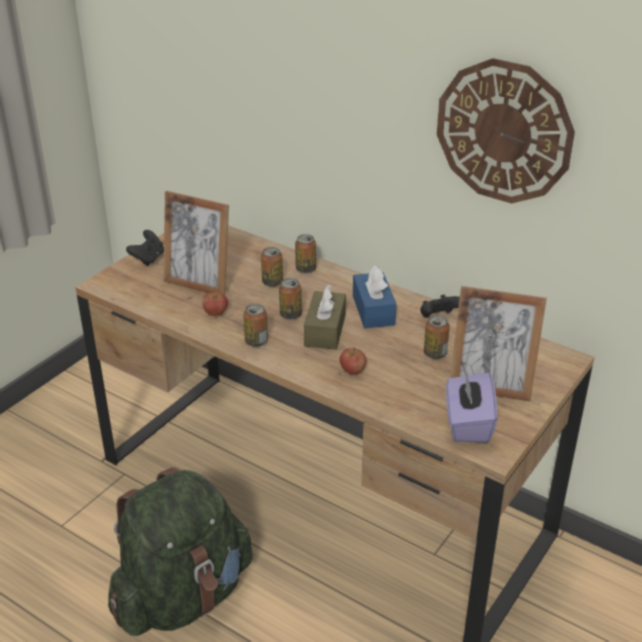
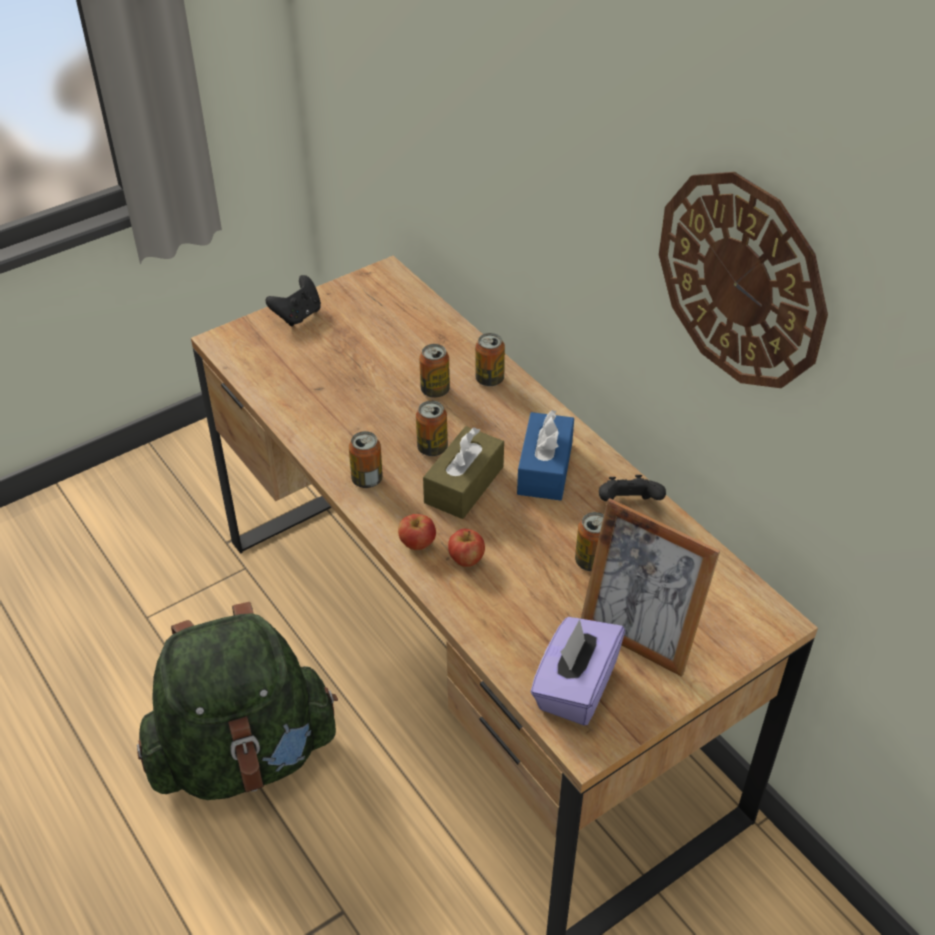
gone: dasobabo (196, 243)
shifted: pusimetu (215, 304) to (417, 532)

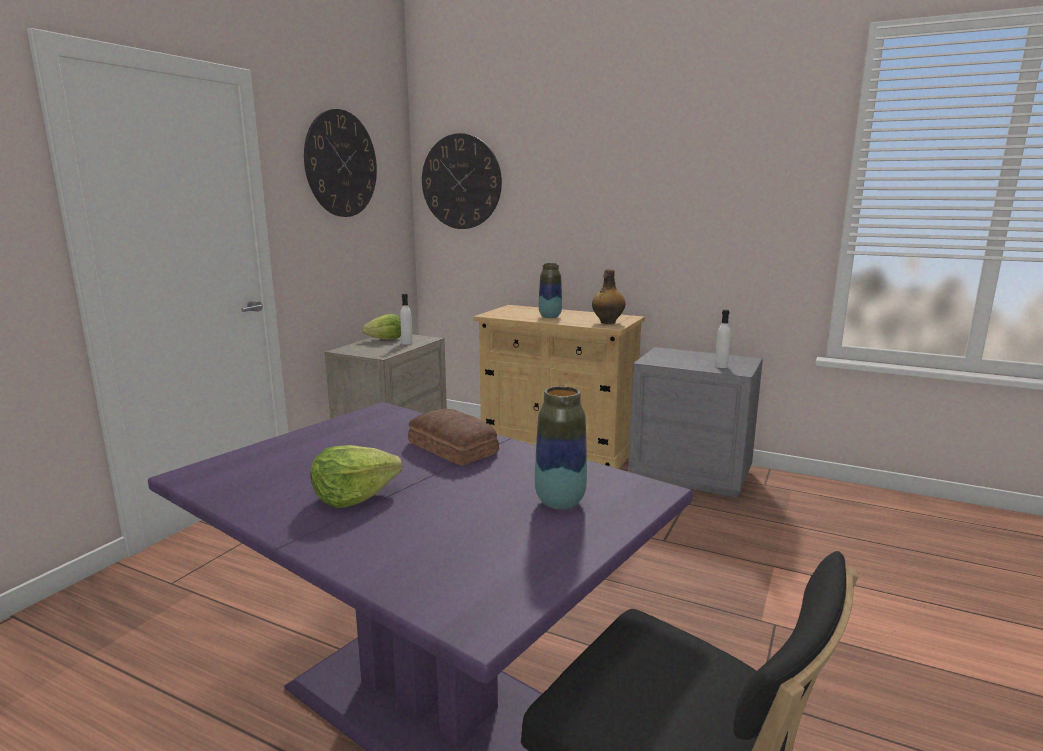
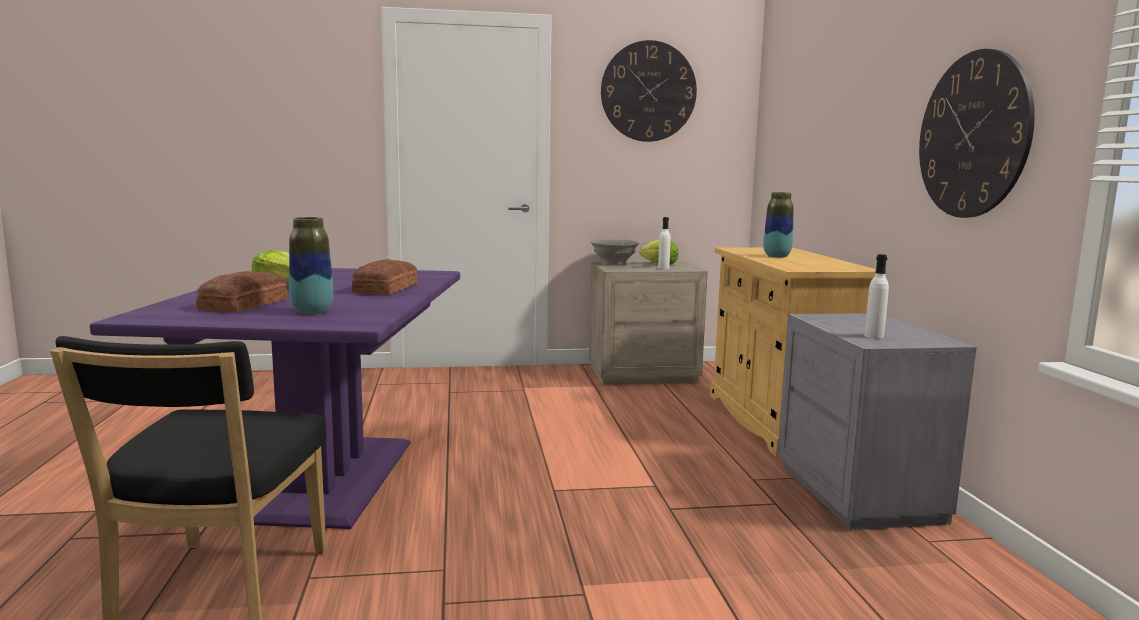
gone: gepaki (608, 296)
new: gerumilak (242, 291); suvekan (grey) (614, 252)
shifted: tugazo (462, 181) to (977, 133)

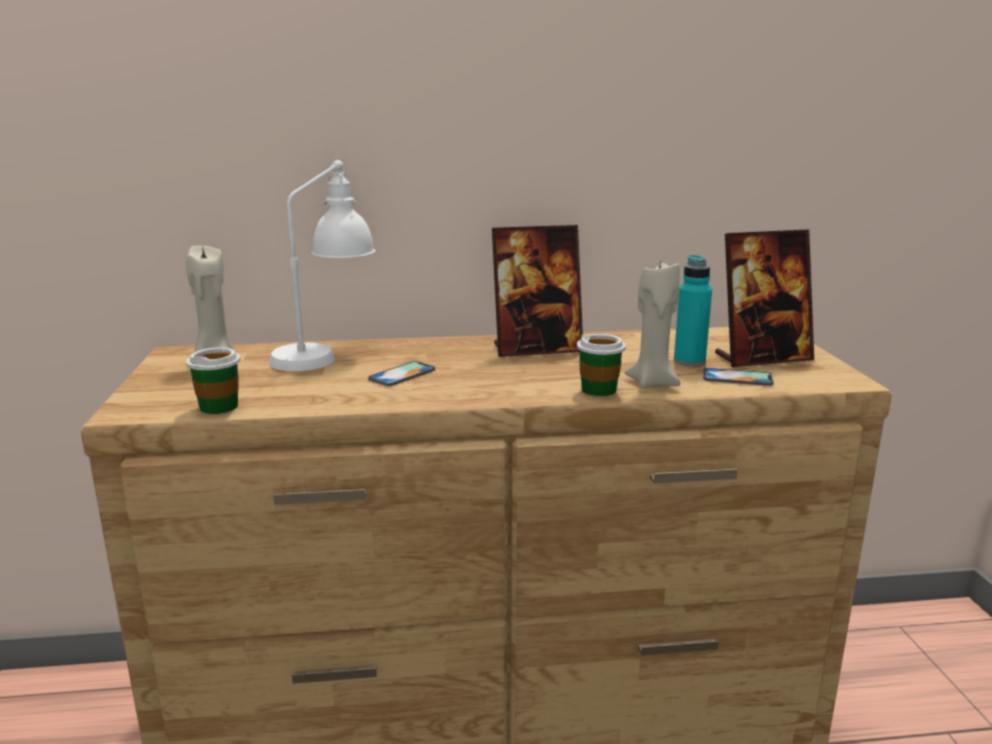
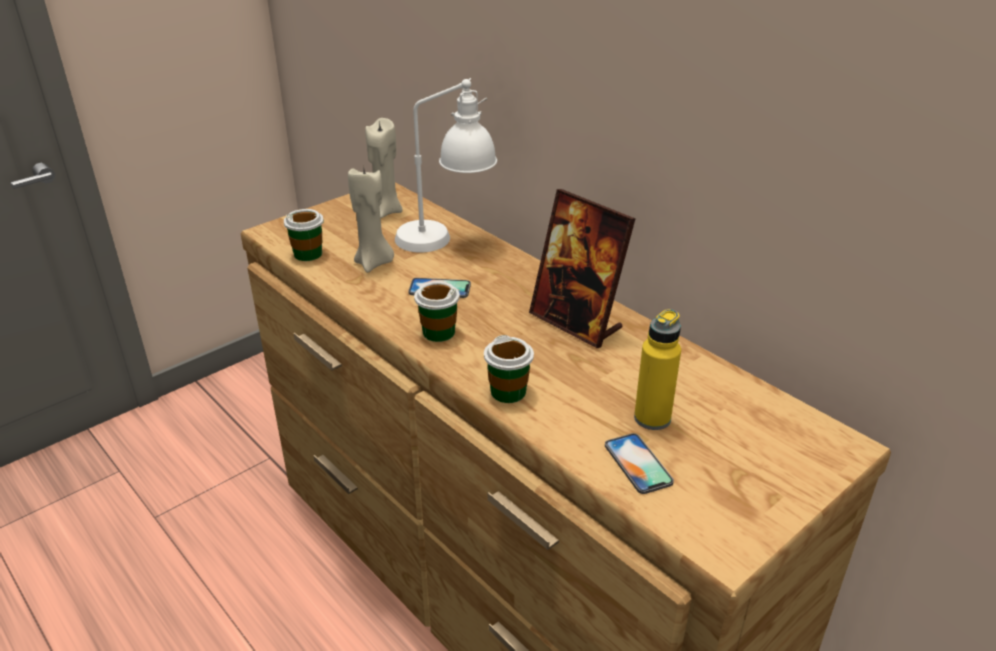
gone: dasobabo (764, 298)
new: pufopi (437, 311)
shifted: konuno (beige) (652, 322) to (371, 220)
repainted: gepaki (turquoise) (693, 310) to gepaki (yellow) (657, 369)

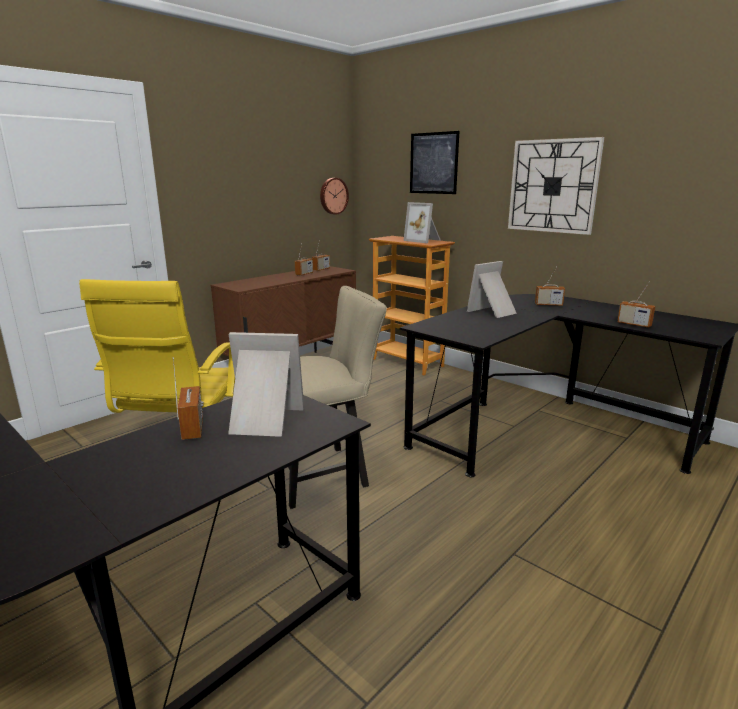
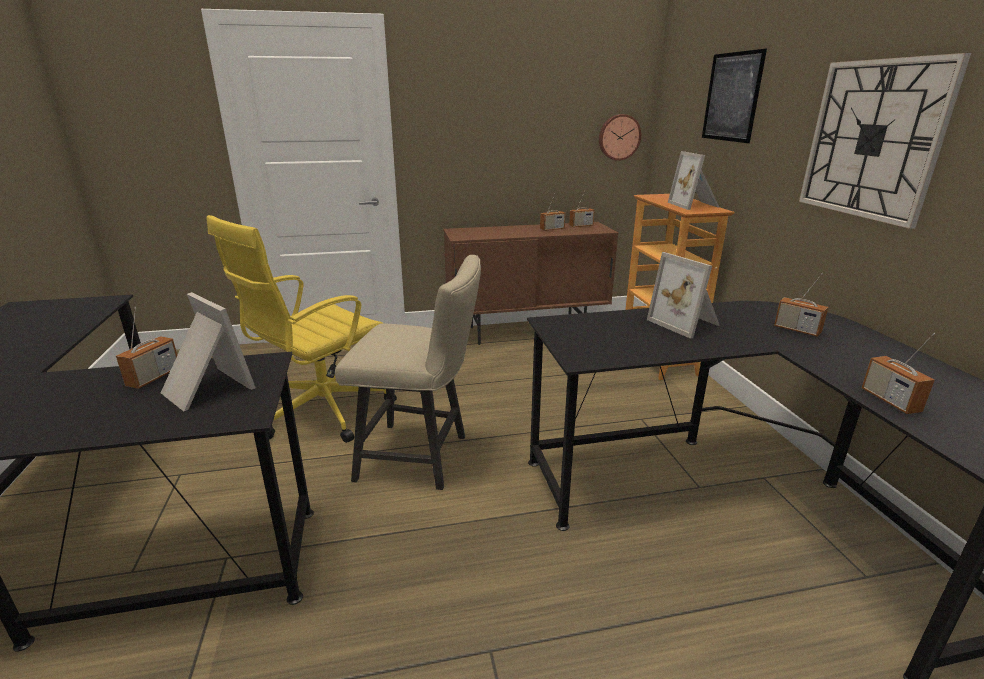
rotated: dasobabo (492, 289) = (683, 295) 120 degrees counterclockwise

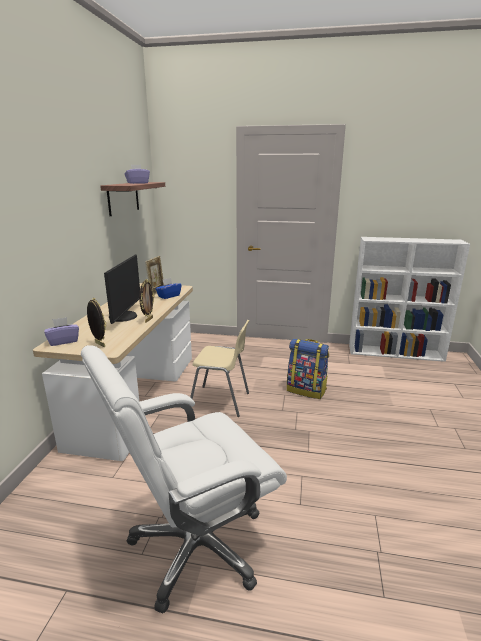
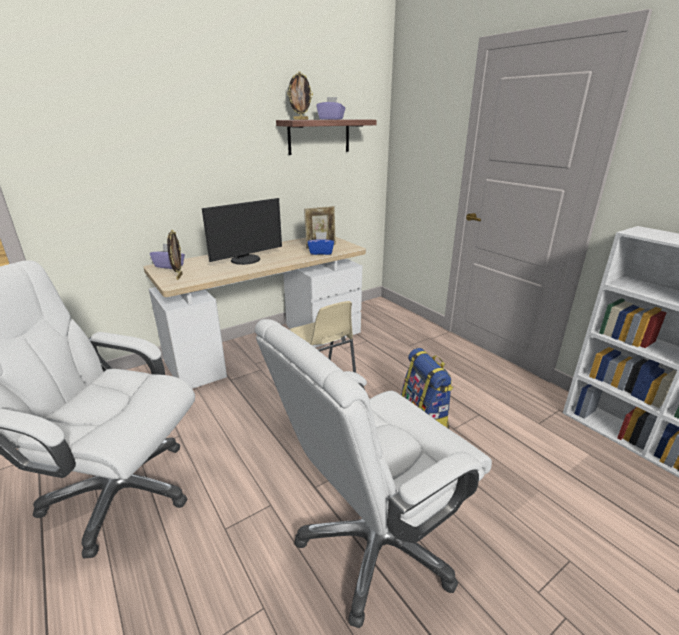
new: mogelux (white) (373, 473)
shifted: dasobabo (147, 301) to (300, 95)

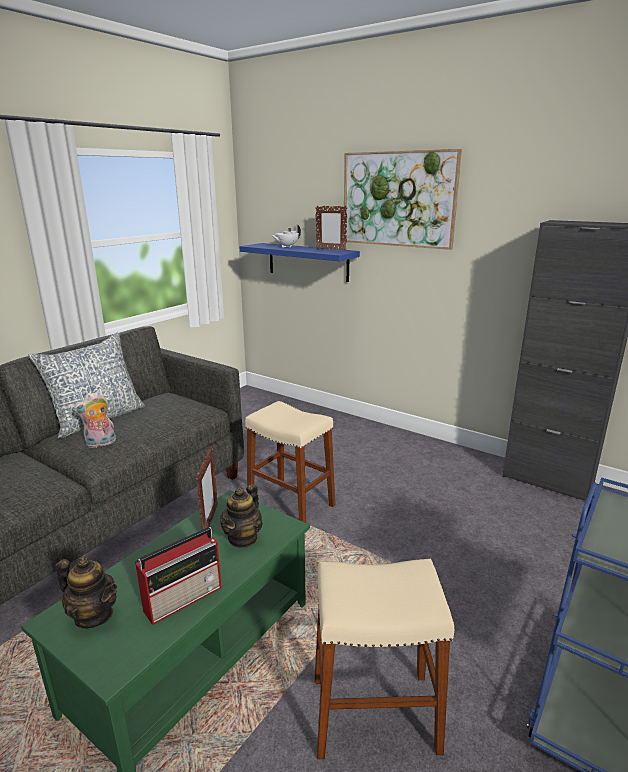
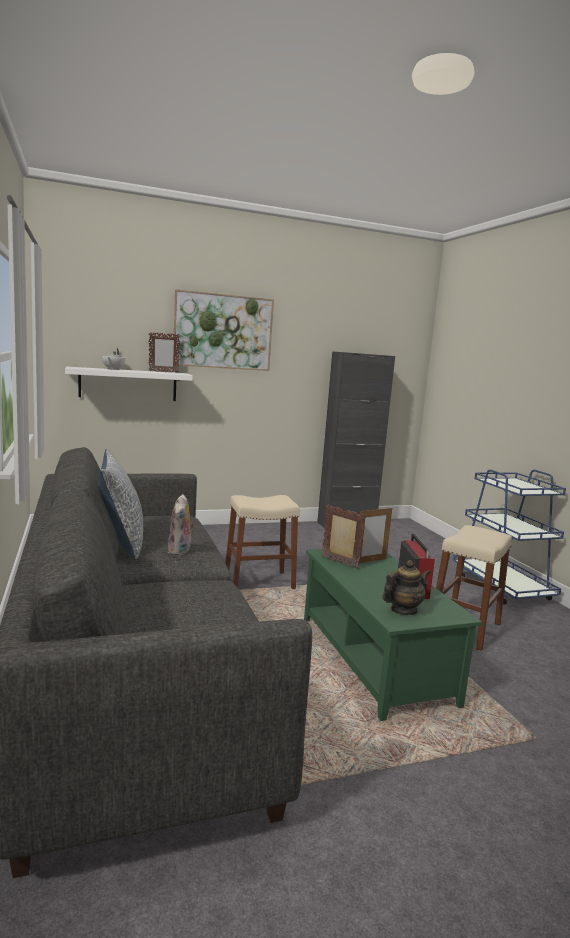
swapped: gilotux (241, 516) to dasobabo (374, 534)
repainted: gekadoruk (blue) (299, 262) to gekadoruk (white) (129, 384)

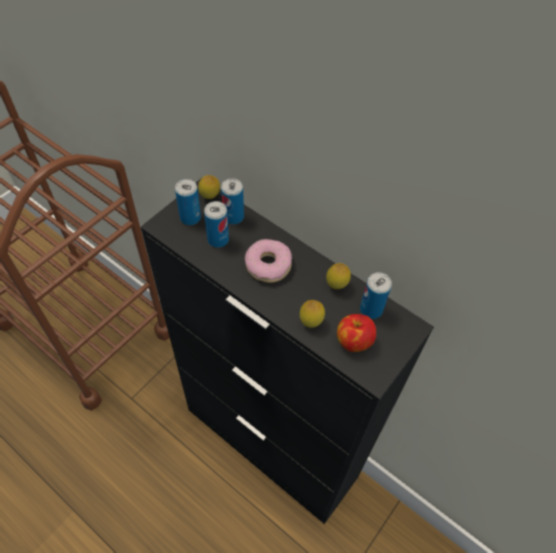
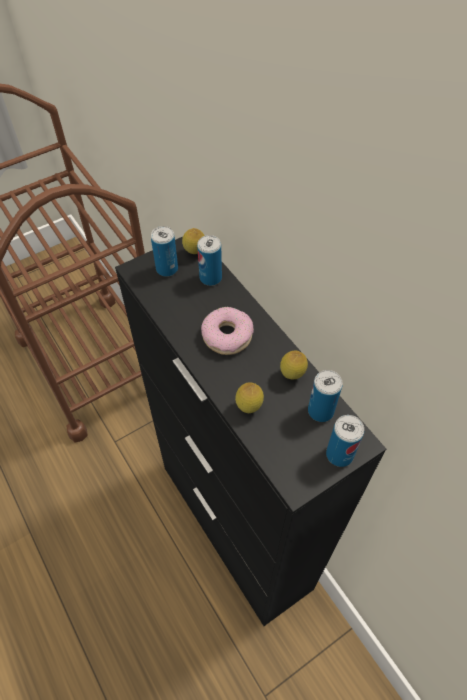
gone: pusimetu (356, 333)
shifted: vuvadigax (216, 224) to (345, 441)

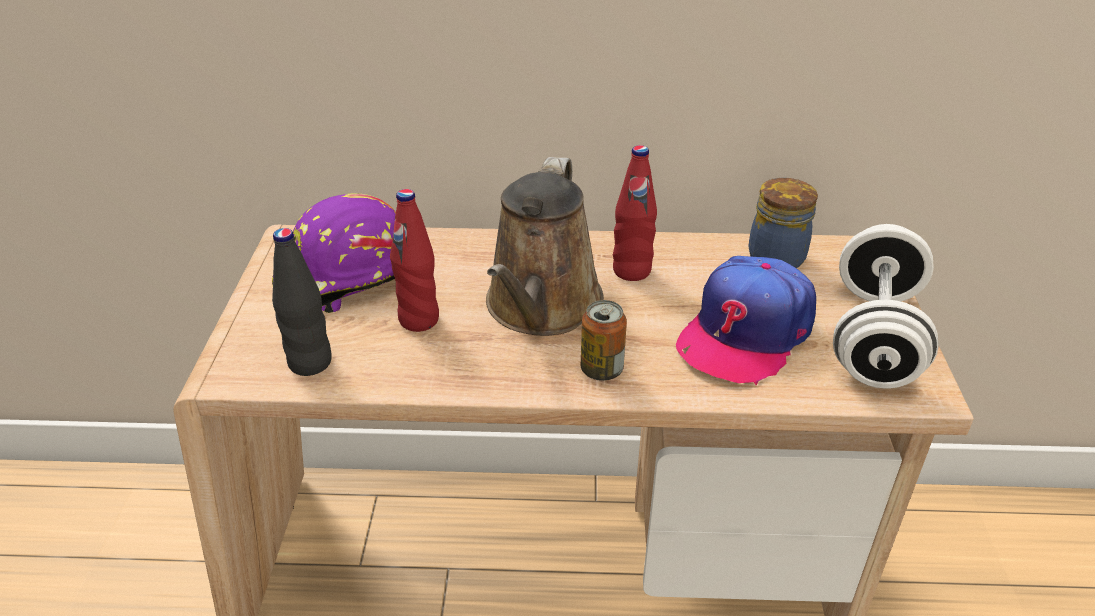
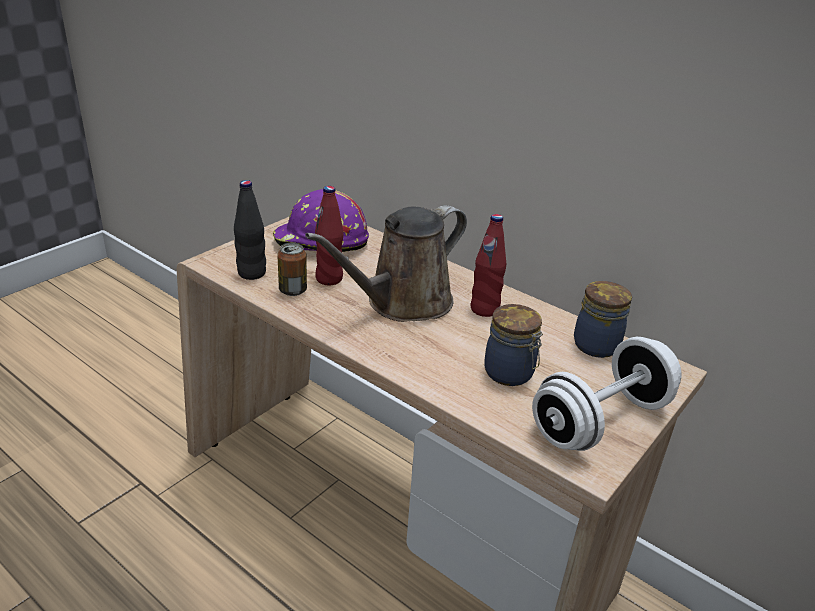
shifted: vuvadigax (604, 340) to (292, 269)
swapped: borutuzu (746, 320) to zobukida (513, 345)

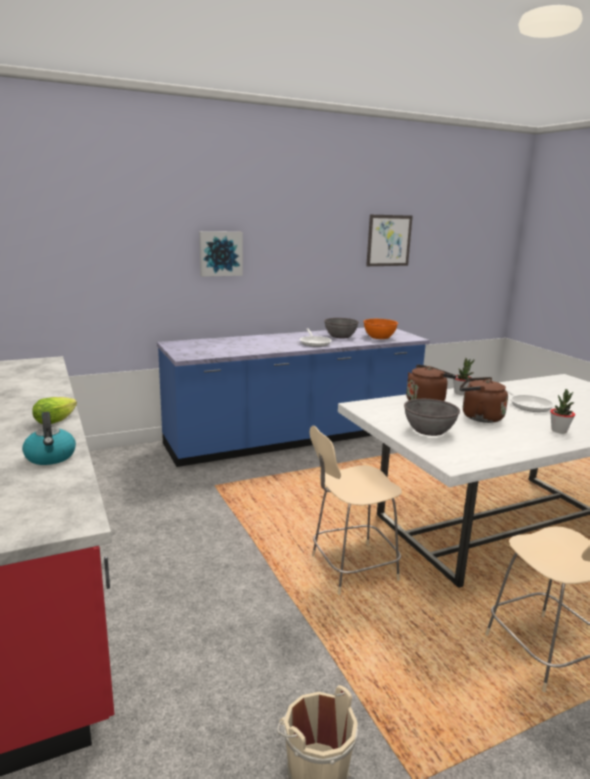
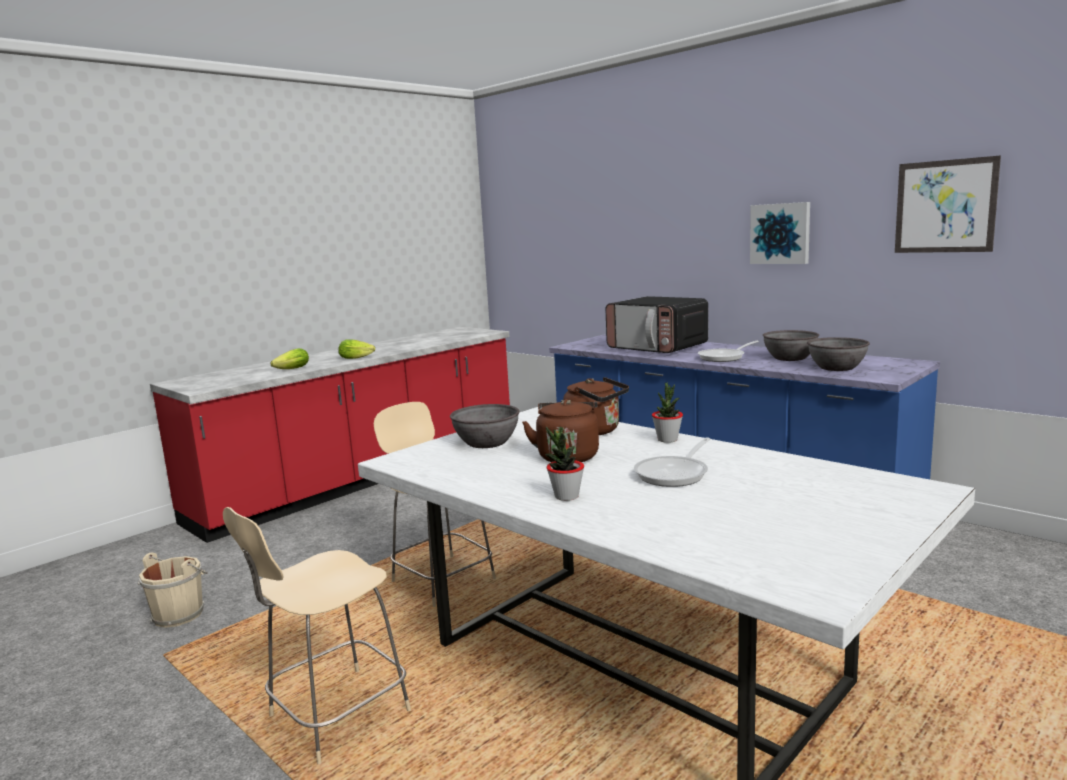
new: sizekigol (657, 324)
shifted: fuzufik (221, 254) to (780, 233)
swapped: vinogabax (49, 438) to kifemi (289, 358)
repainted: suvekan (orange) (380, 329) to suvekan (grey) (838, 354)

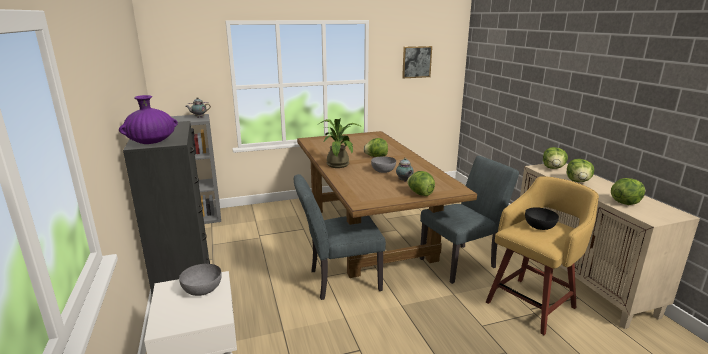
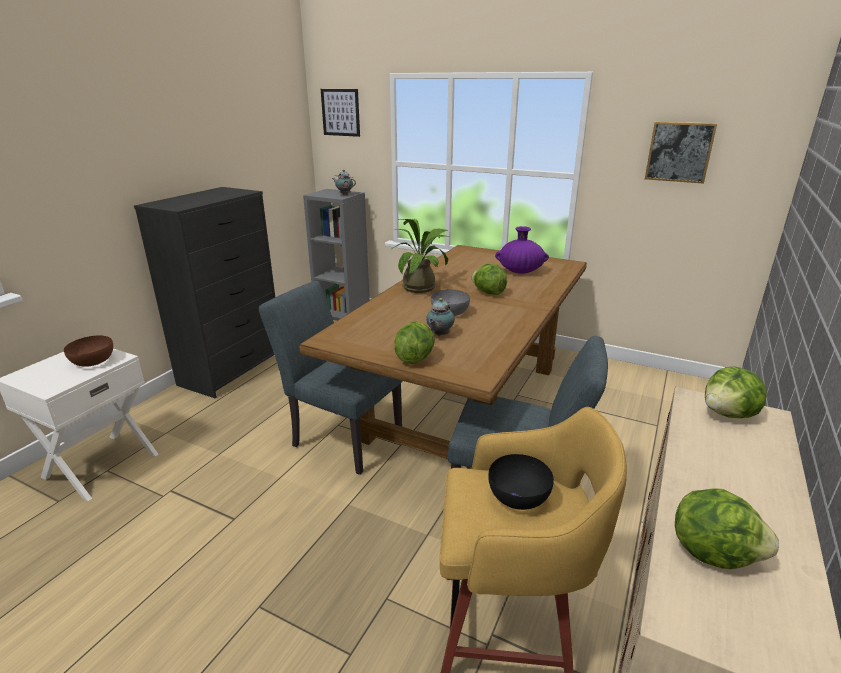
gone: kifemi (580, 170)
new: fuzufik (340, 113)
shifted: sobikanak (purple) (148, 119) to (522, 250)
repainted: suvekan (grey) (200, 280) to suvekan (brown) (88, 351)

